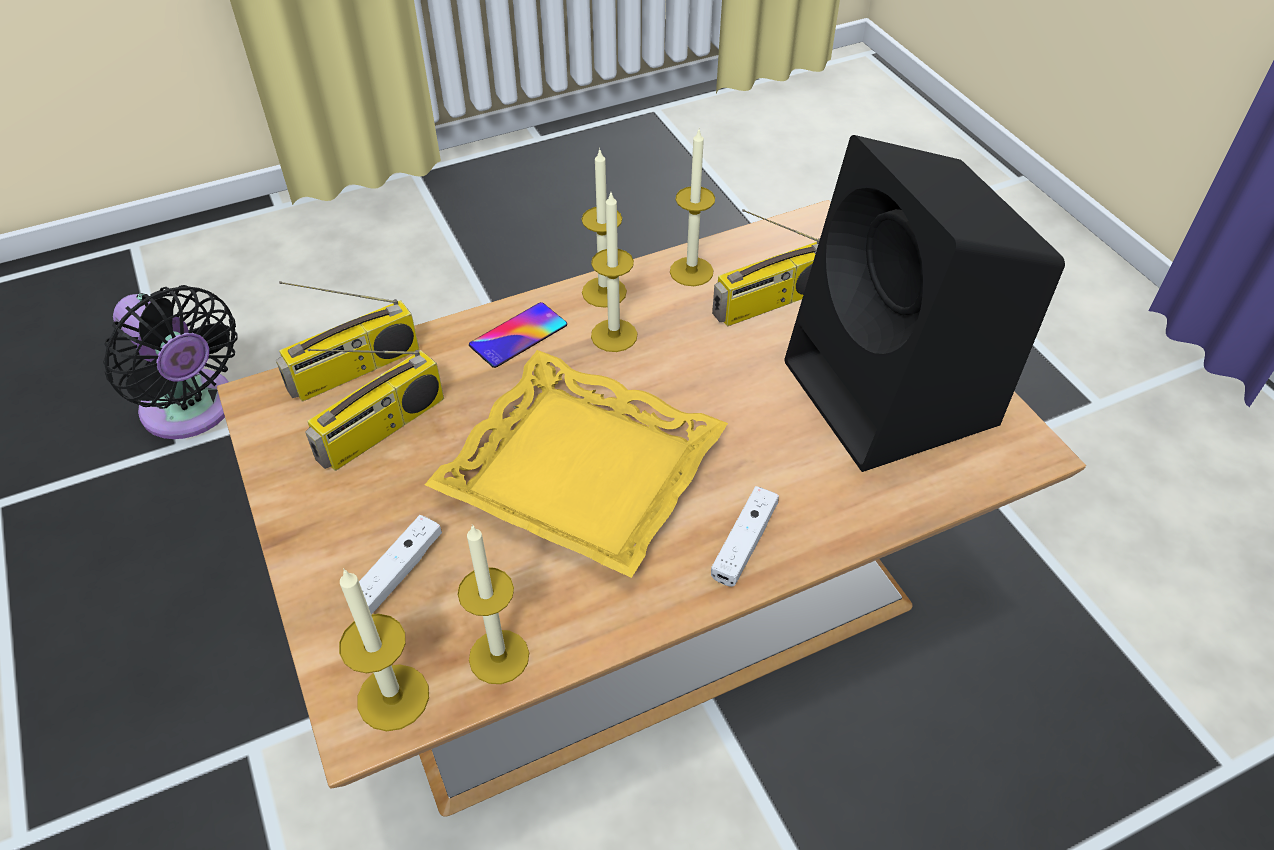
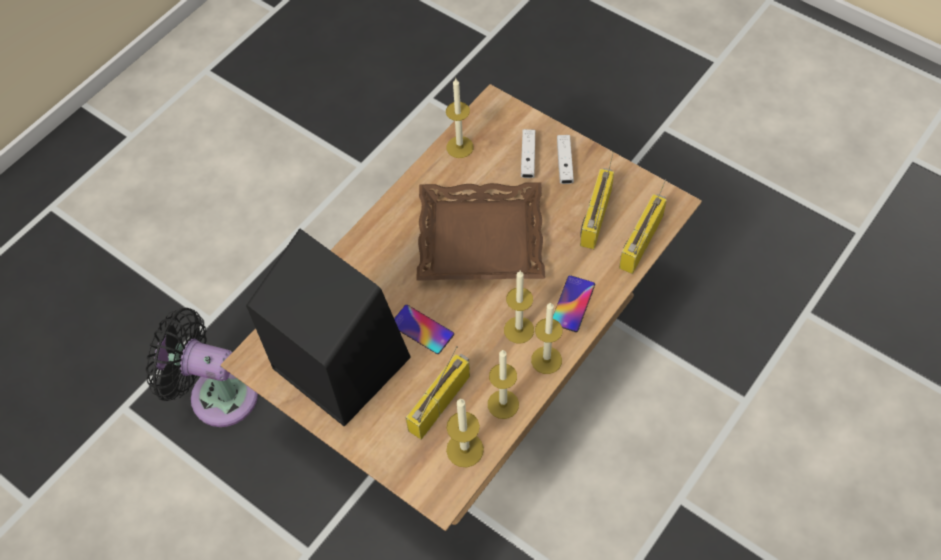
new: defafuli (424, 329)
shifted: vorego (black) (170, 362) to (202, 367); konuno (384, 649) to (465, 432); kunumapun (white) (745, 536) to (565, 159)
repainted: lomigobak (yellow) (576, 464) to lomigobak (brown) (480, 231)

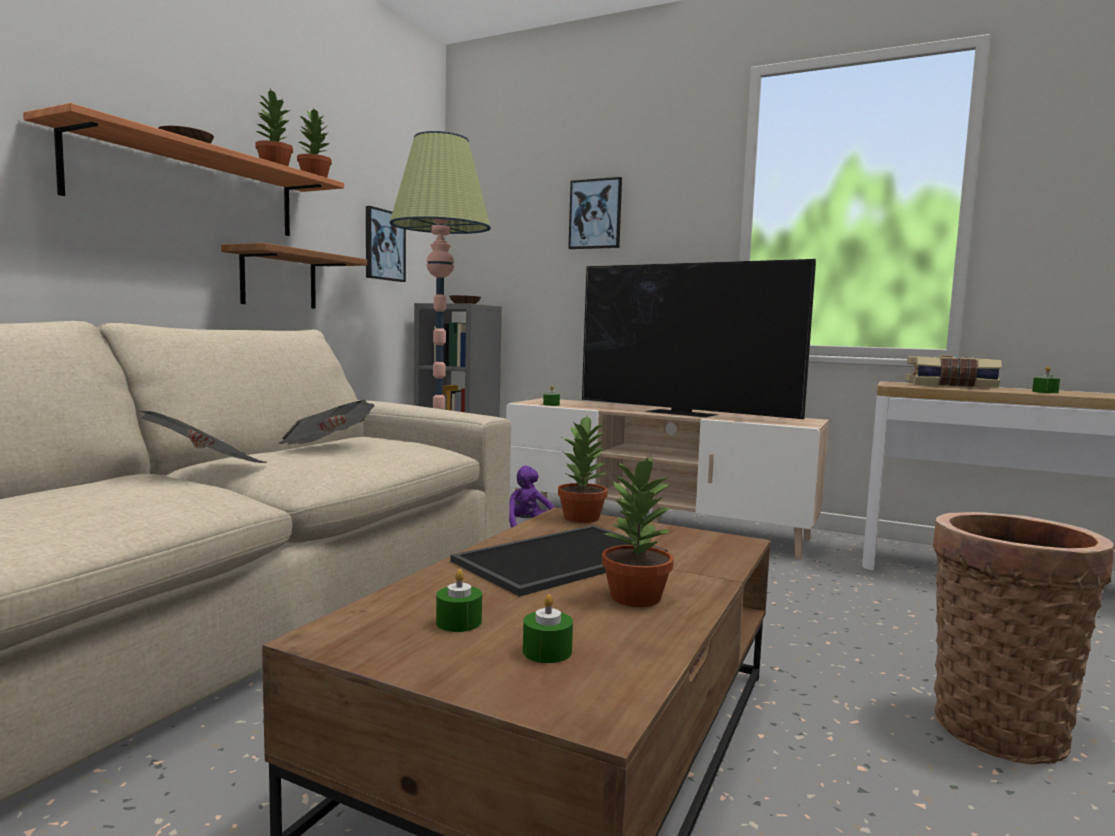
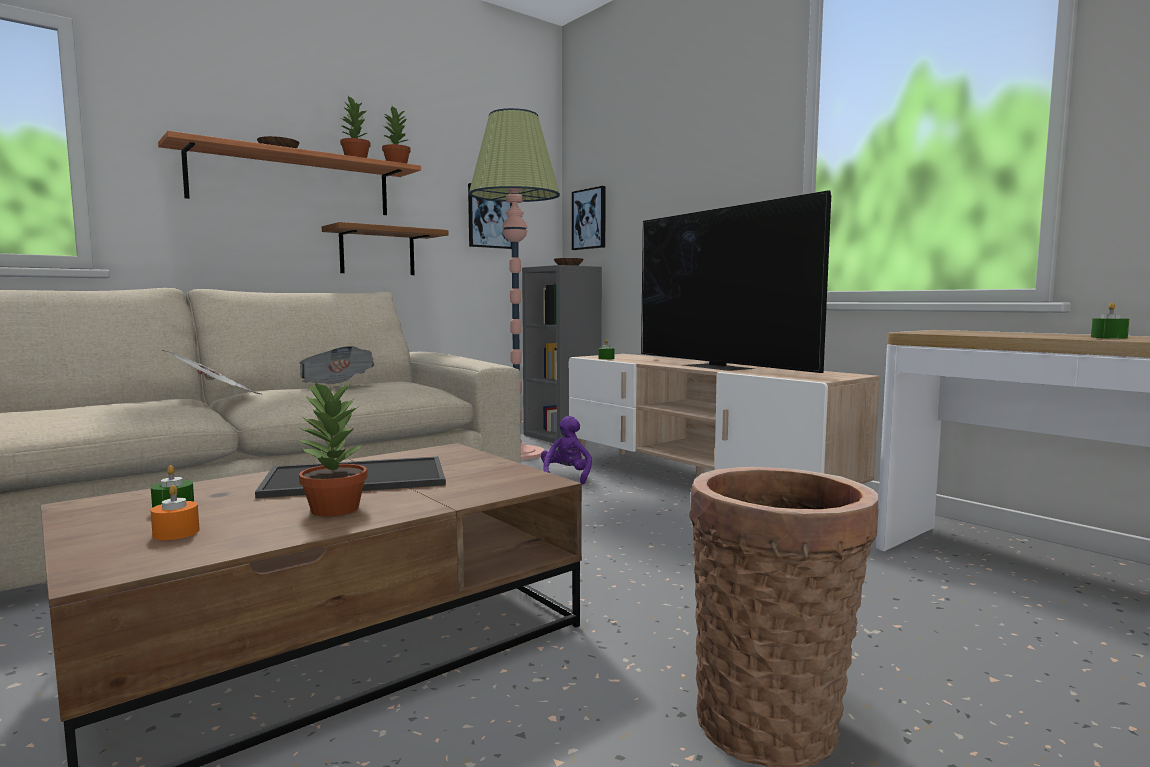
gone: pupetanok (584, 469); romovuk (953, 372)
shifted: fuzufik (595, 213) to (589, 218)
repainted: konuno (green) (548, 628) to konuno (orange) (175, 512)

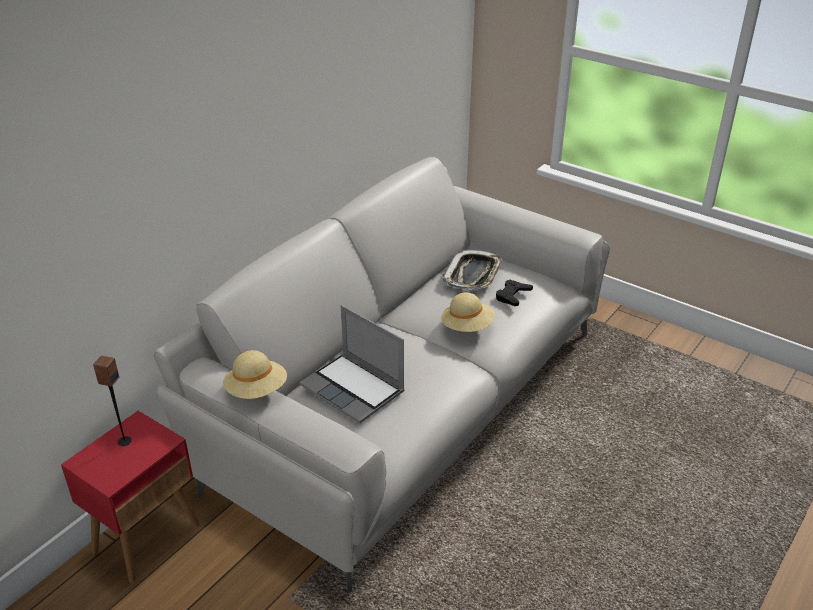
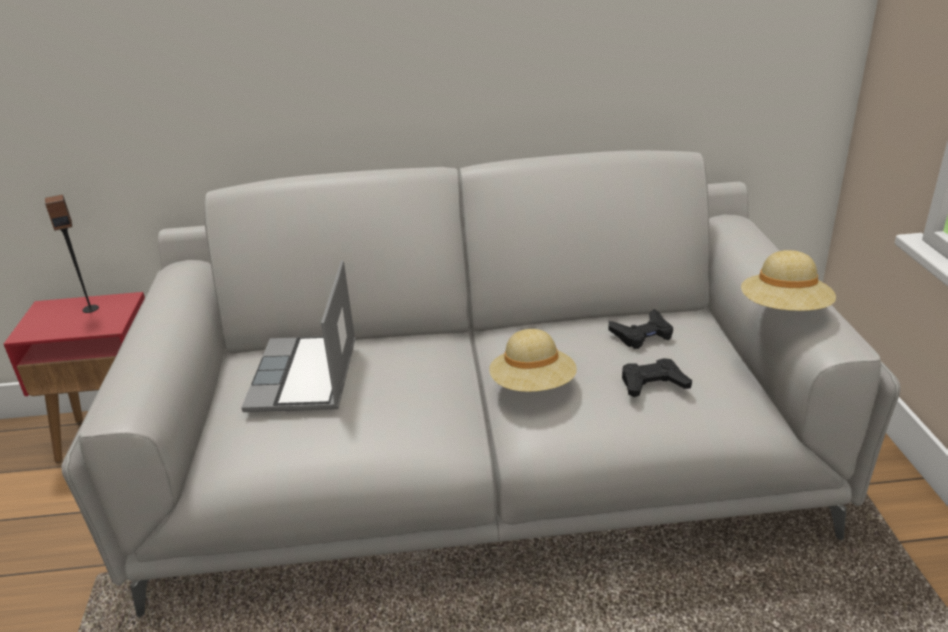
shifted: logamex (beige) (255, 374) to (788, 280)
swapped: lomigobak (472, 269) to kunumapun (black) (640, 329)

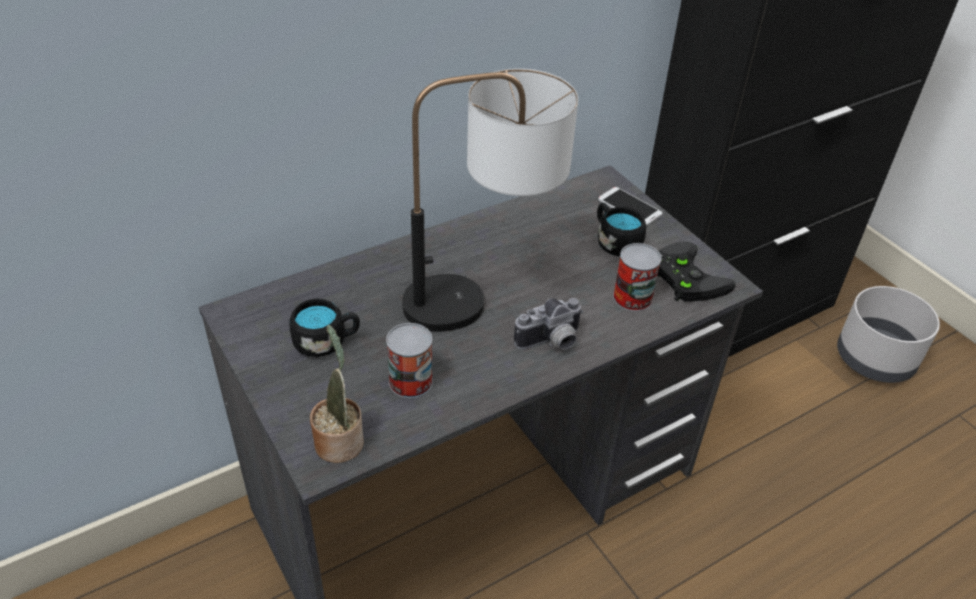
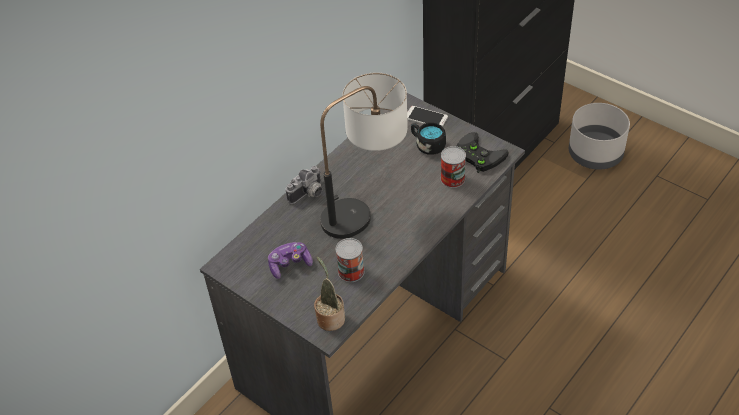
shifted: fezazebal (549, 324) to (304, 185)
swapped: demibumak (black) (324, 327) to kunumapun (290, 260)

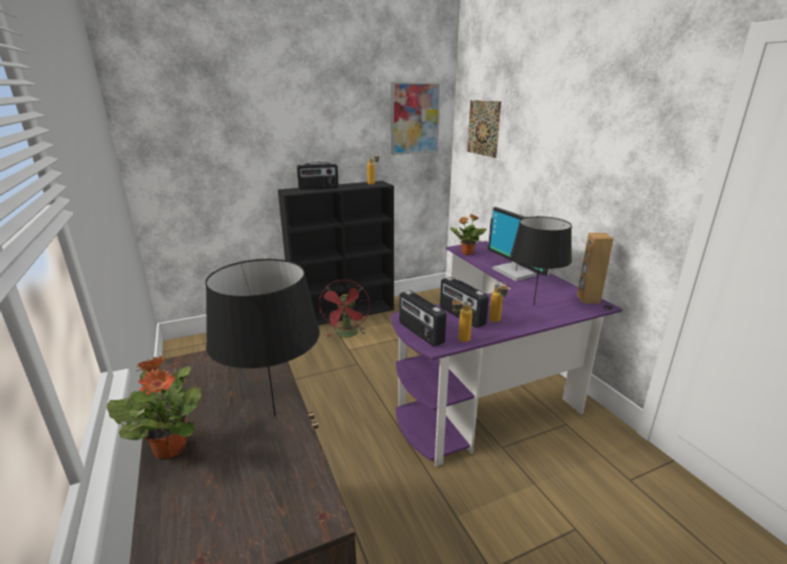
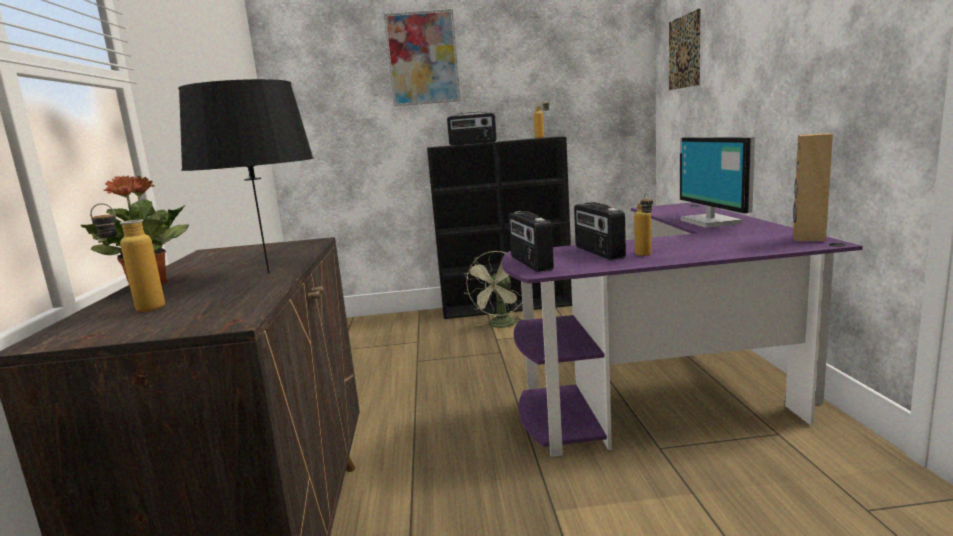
gone: pupetanok (468, 234); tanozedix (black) (541, 261)
shifted: fuzufik (416, 118) to (422, 57); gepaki (462, 319) to (127, 257)
repainted: vorego (red) (344, 308) to vorego (green) (493, 289)

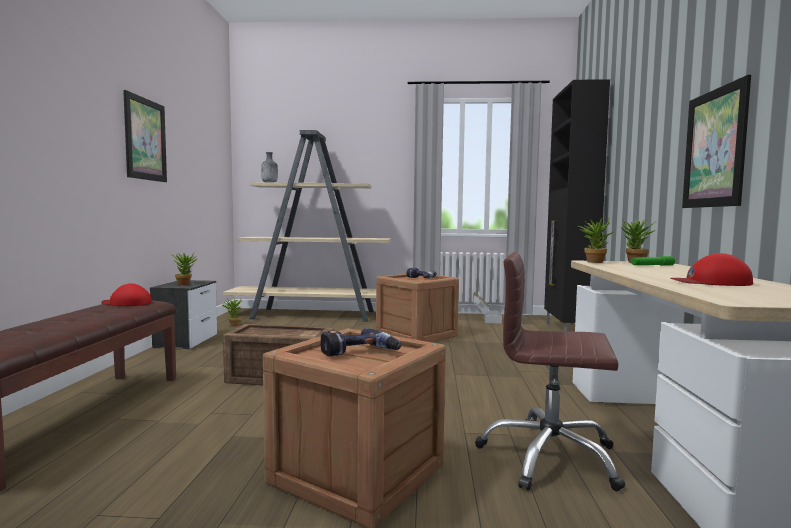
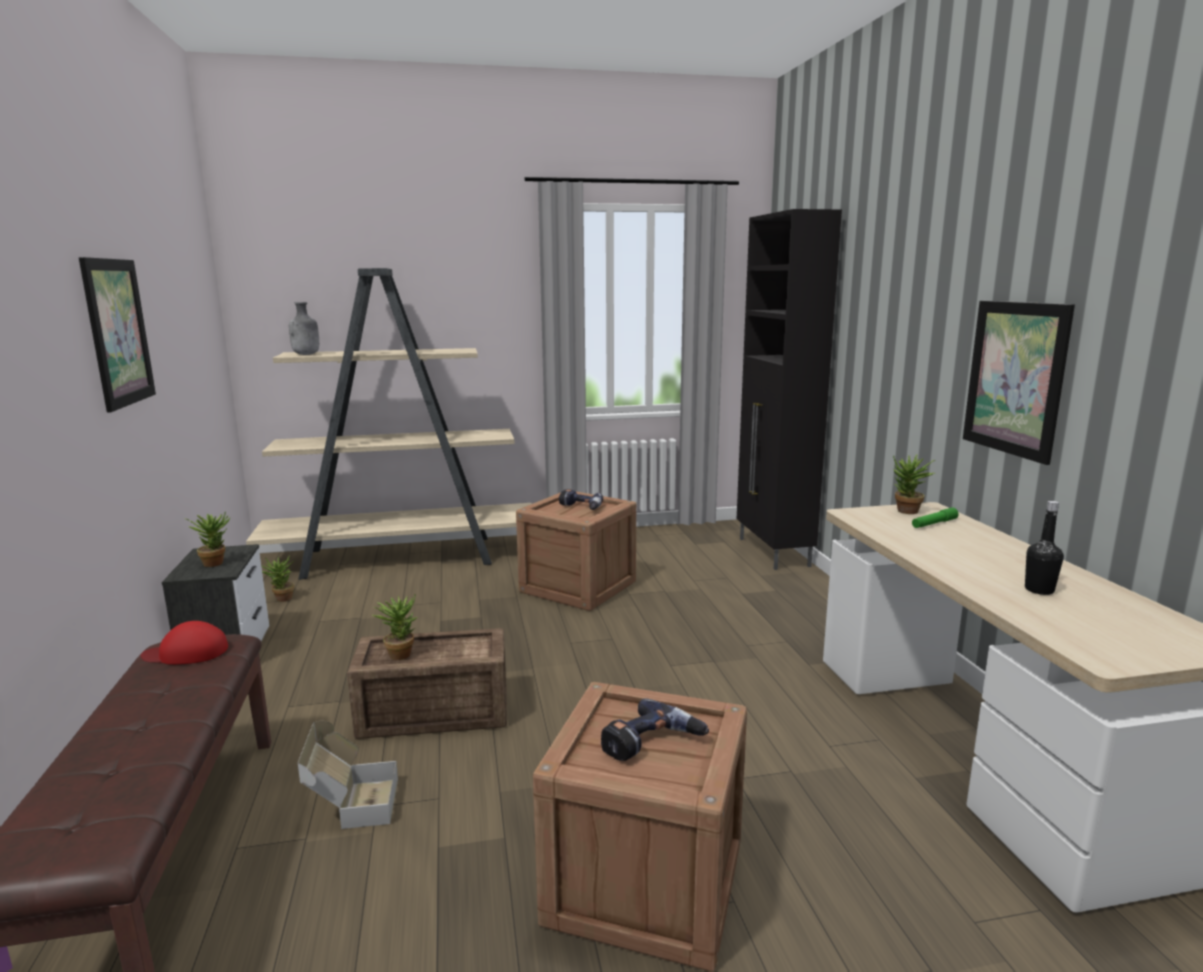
gone: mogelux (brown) (550, 371)
shifted: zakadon (487, 308) to (348, 775); pupetanok (595, 241) to (395, 626)
swapped: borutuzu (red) (711, 269) to gepaki (black) (1044, 548)

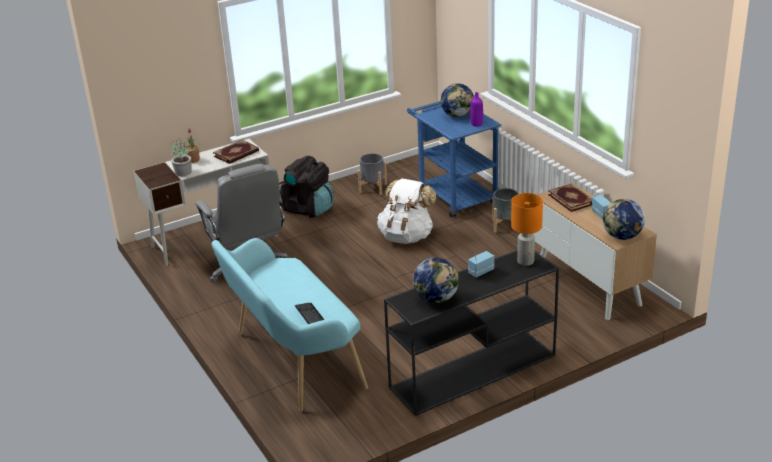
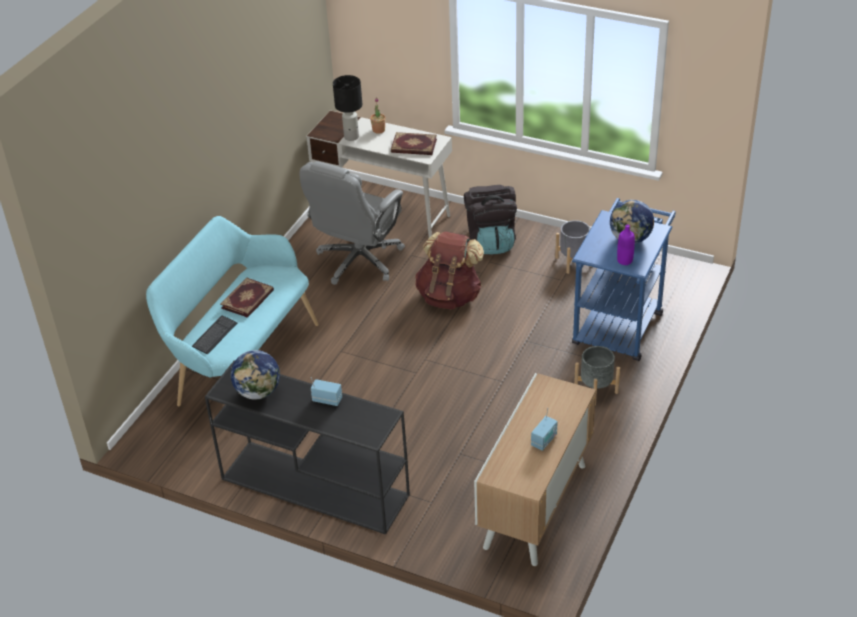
gone: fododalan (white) (406, 211); tanozedix (orange) (527, 229); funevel (624, 219)
new: fododalan (brown) (449, 270)
shifted: romovuk (570, 198) to (247, 297)
swapped: pupetanok (181, 158) to tanozedix (black) (347, 108)

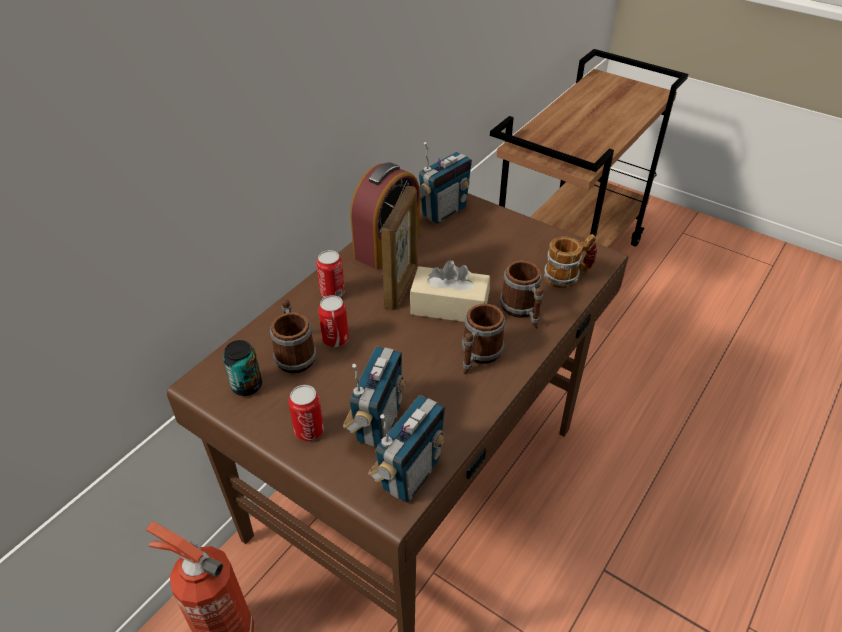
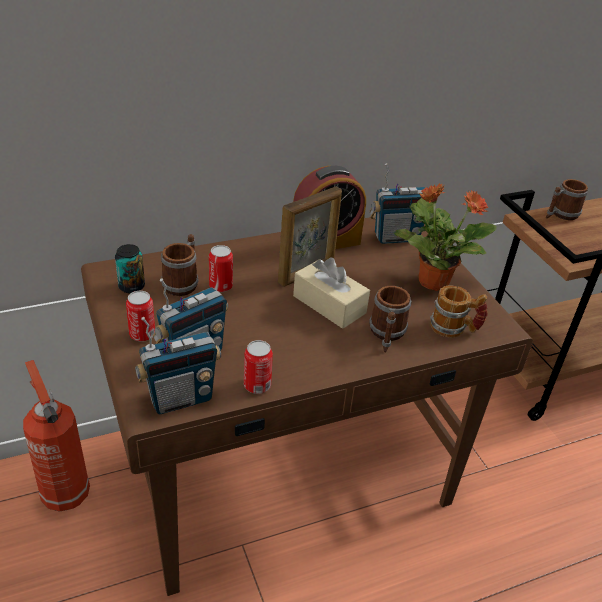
new: pupetanok (445, 237)
shifted: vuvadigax (330, 274) to (258, 367); demibumak (483, 339) to (567, 199)

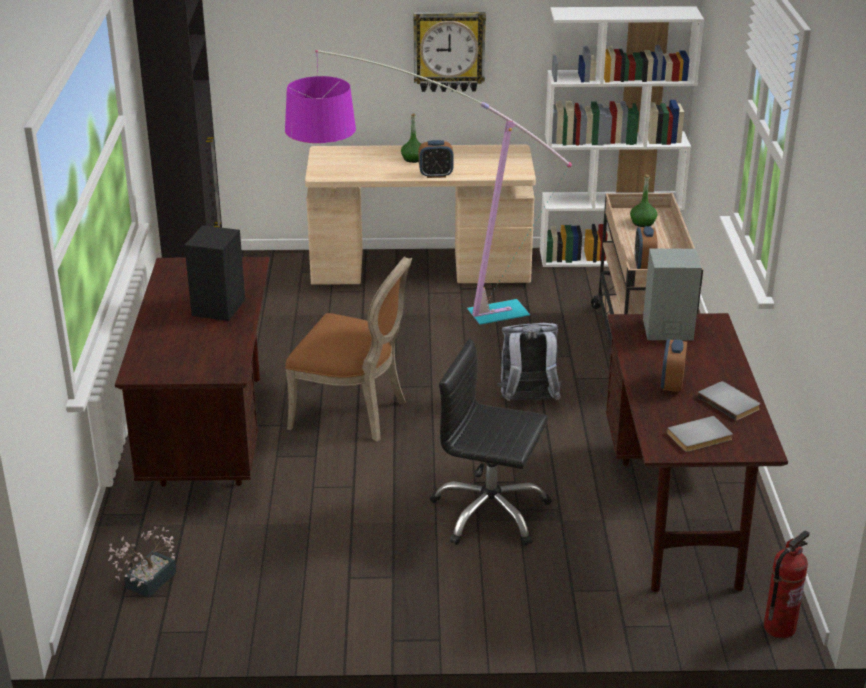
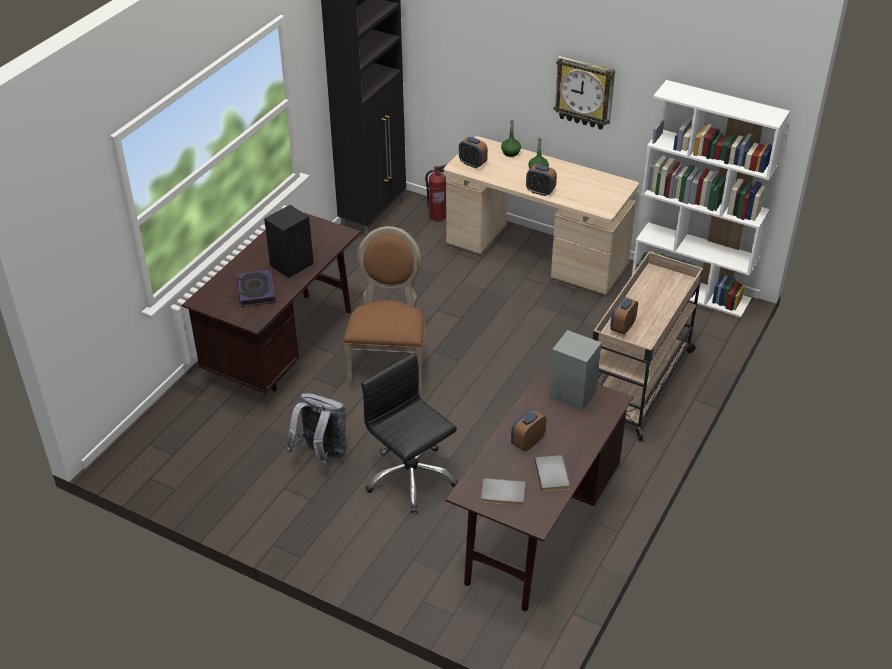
gone: pupetanok (142, 562); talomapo (428, 187)
new: romovuk (256, 288); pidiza (473, 152)
shifted: fododalan (grey) (529, 362) to (317, 429); gepaki (green) (643, 201) to (511, 138); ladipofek (787, 584) to (435, 193)
rotated: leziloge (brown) (348, 349) = (384, 308) 135 degrees counterclockwise

